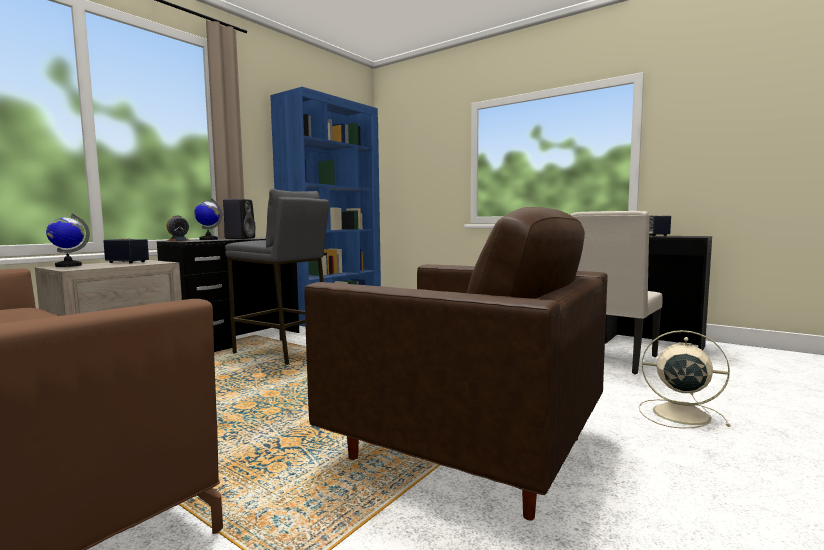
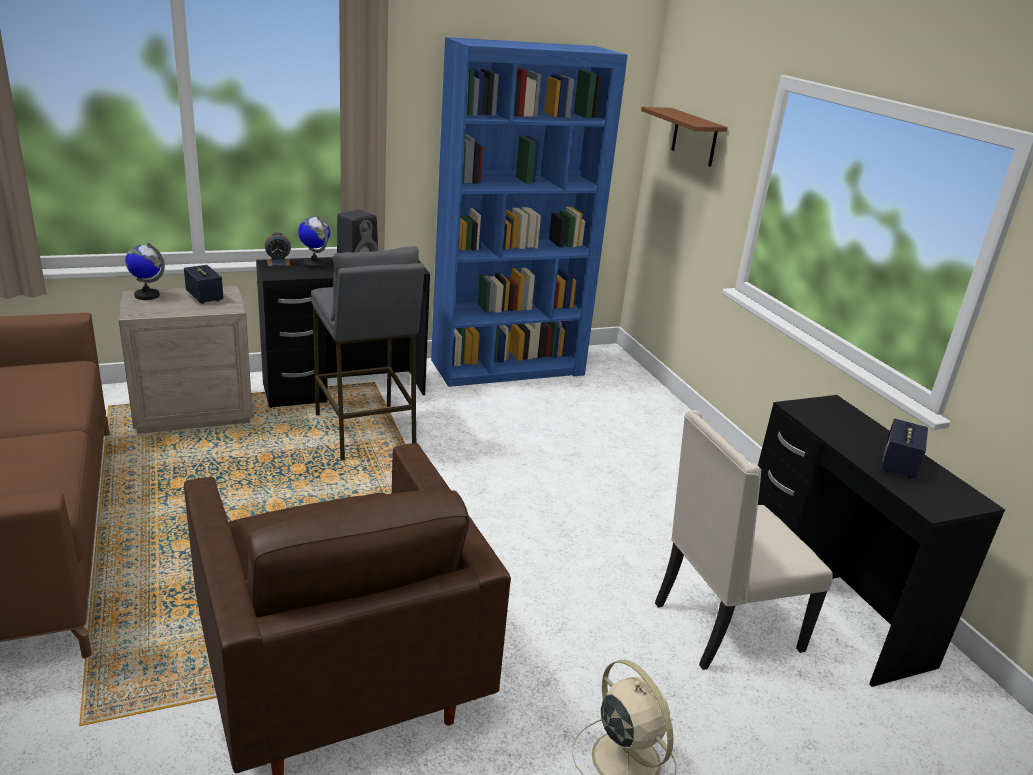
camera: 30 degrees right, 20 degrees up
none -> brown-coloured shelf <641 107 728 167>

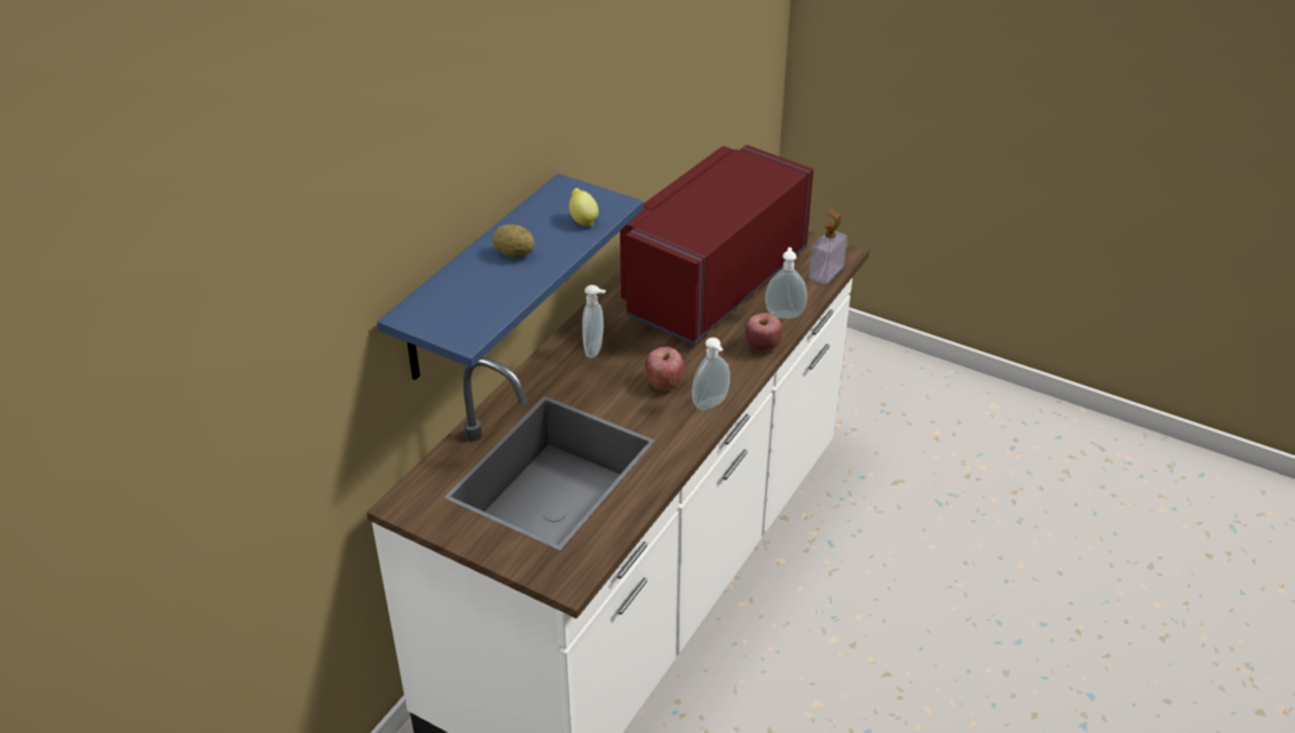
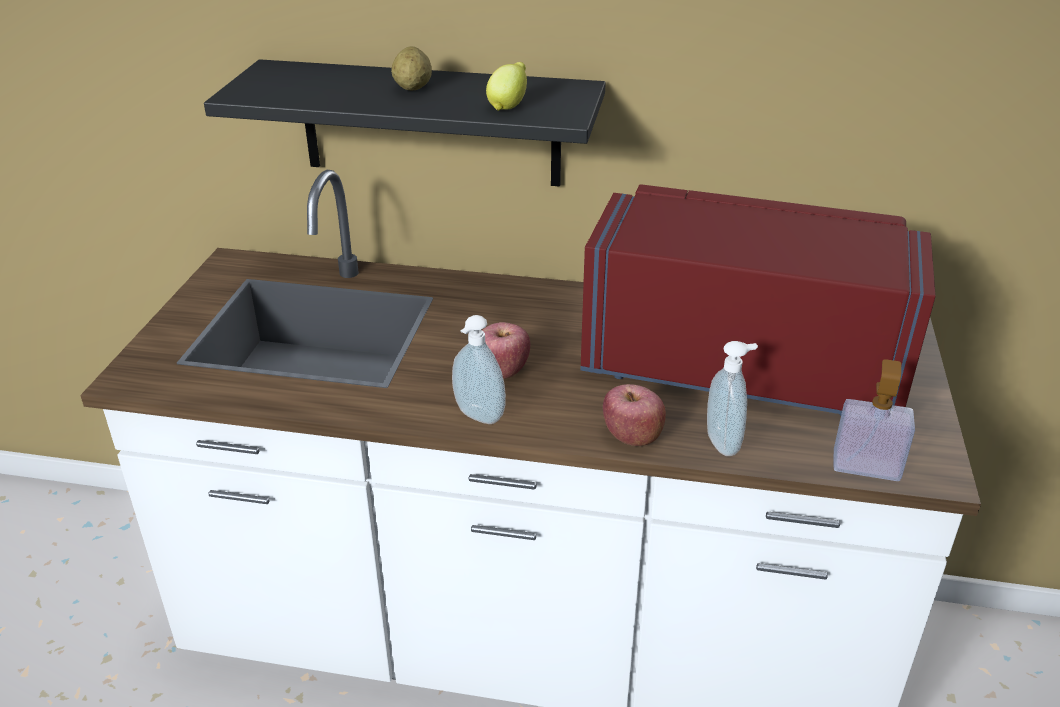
camera: 70 degrees right, 5 degrees down
bluish shelf <377 173 643 380> -> blackish shelf <204 59 605 187>
liquid soap bottle <582 285 606 358> -> none

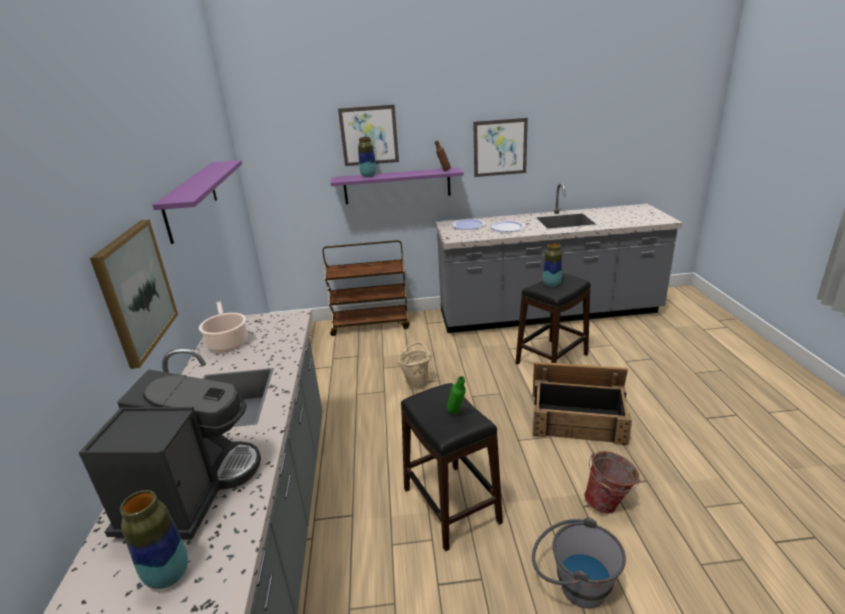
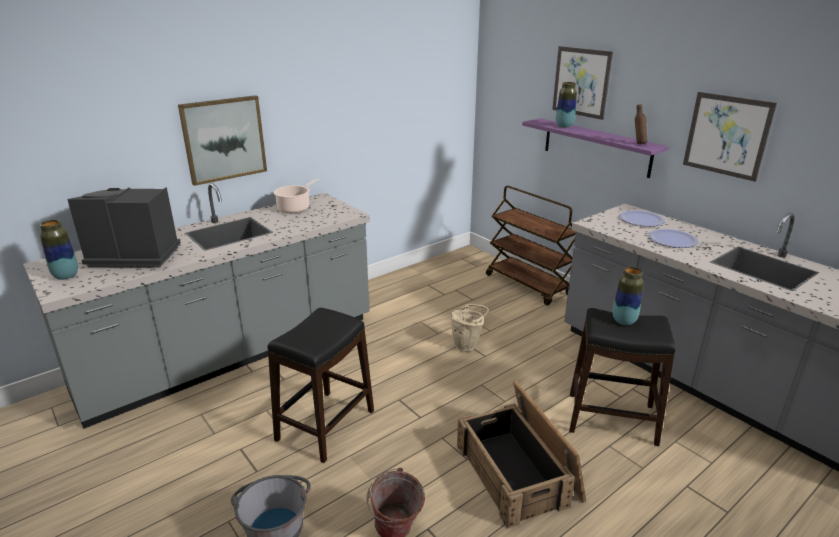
camera: 55 degrees right, 0 degrees up
coffee machine <79 369 261 539> -> coffee machine <67 187 181 268>, 150 degrees counterclockwise
purplish shelf <153 160 242 244> -> none
greenish drink bottle <447 376 466 414> -> none

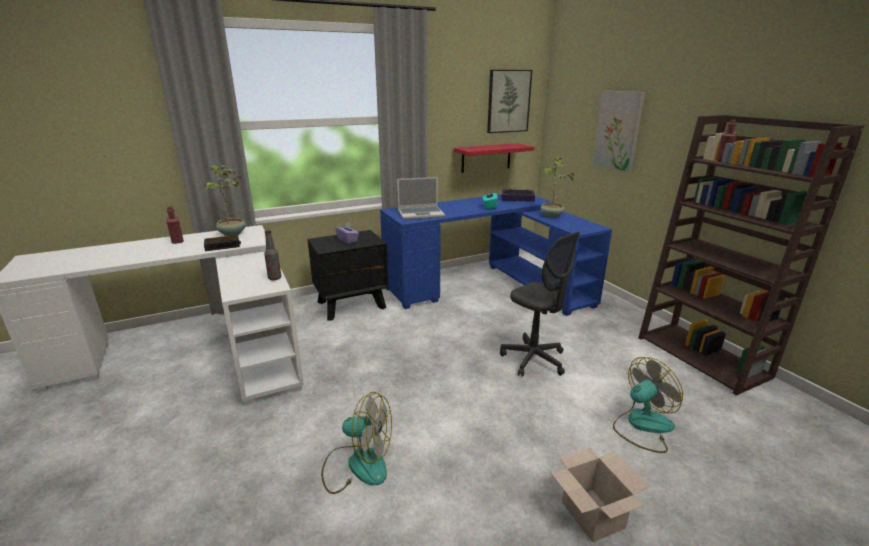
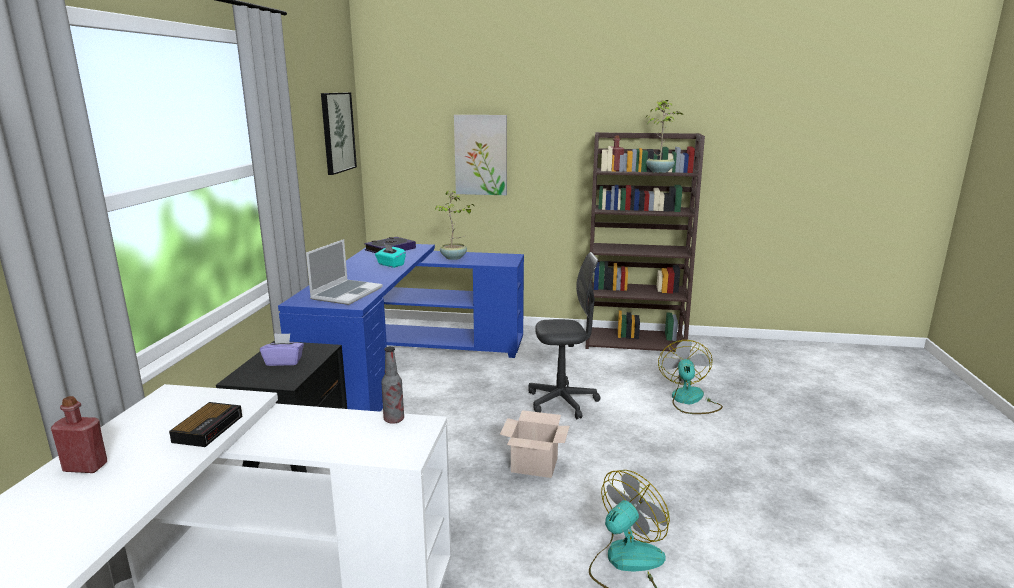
camera: 55 degrees left, 5 degrees down
carton <551 448 650 542> -> carton <500 410 570 478>, moved
plant in a pot <204 165 246 236> -> plant in a pot <646 100 683 173>, moved
reddish shelf <454 143 535 173> -> none

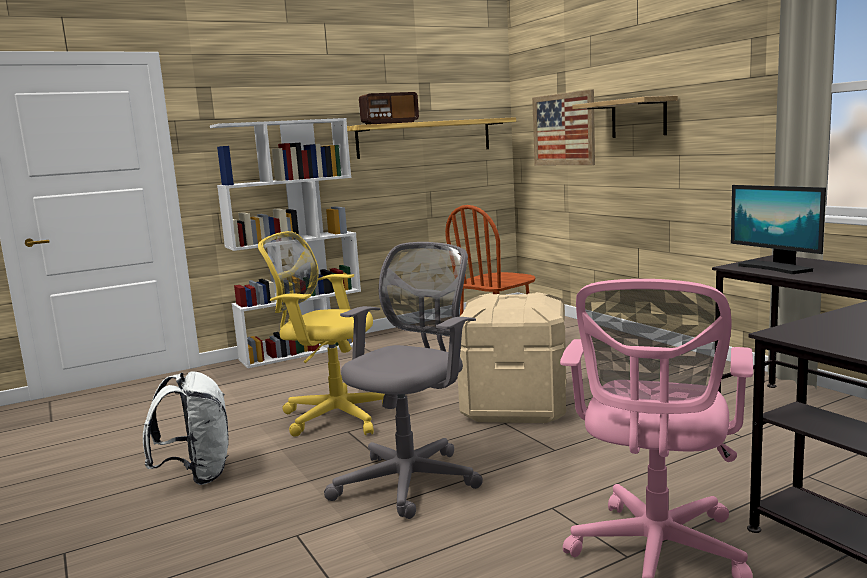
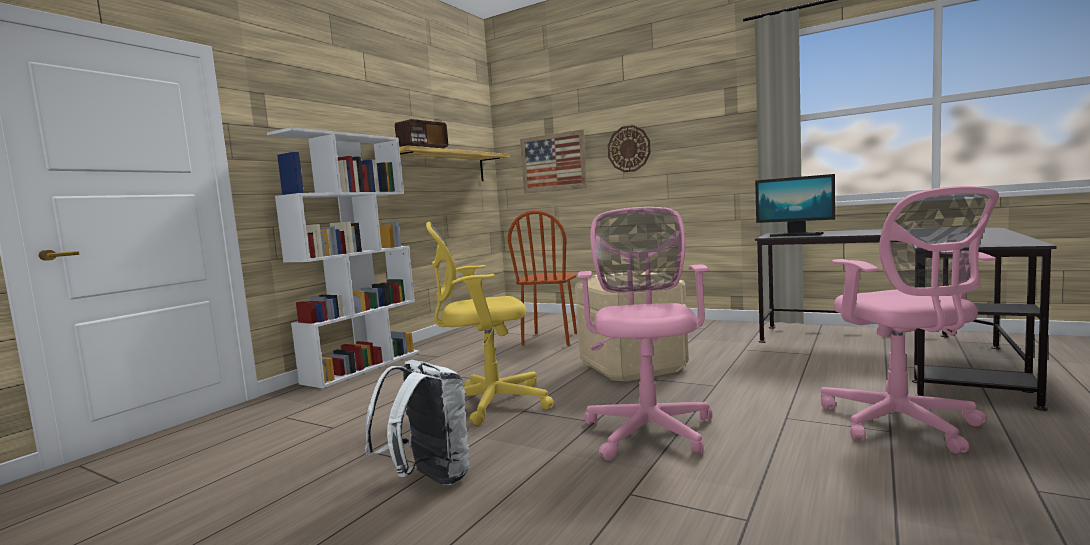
camera: 30 degrees left, 5 degrees down
gray office chair <324 242 483 519> -> pink office chair <577 207 712 461>
shelf <572 95 678 138> -> hanging clock <608 125 651 172>

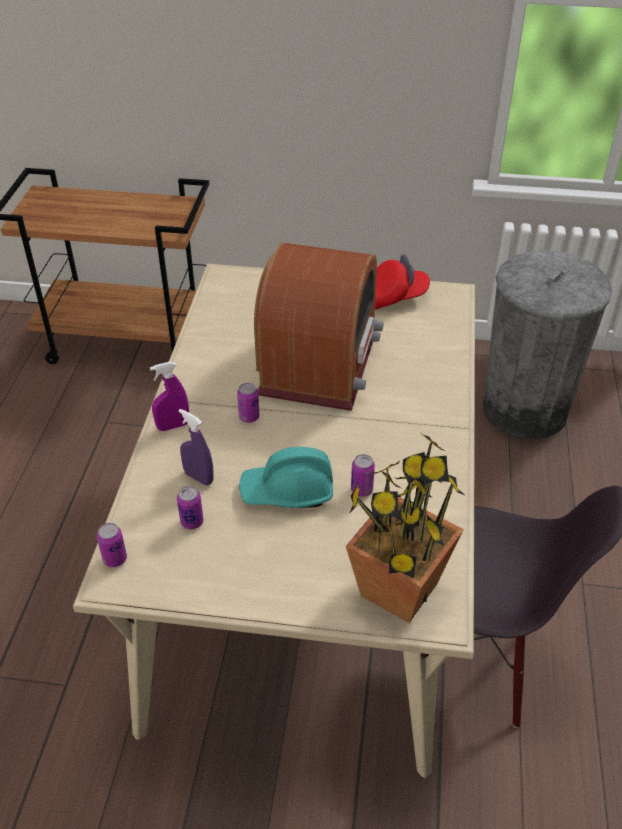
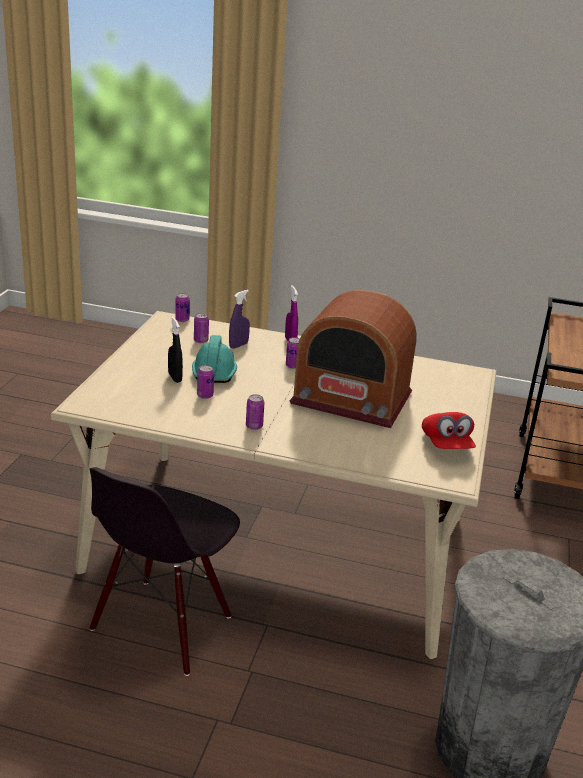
camera: 95 degrees right, 15 degrees down
none -> blackish spray bottle <168 317 183 383>
none -> sealed can <246 394 264 430>
plant in a pot <346 430 464 623> -> none

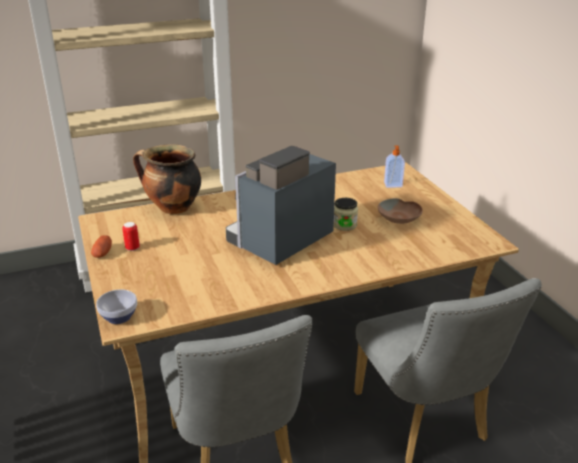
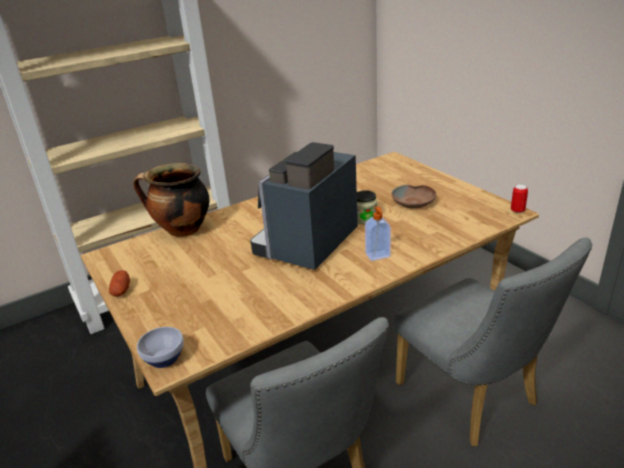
camera: 10 degrees left, 0 degrees up
liquid soap bottle <384 146 405 188> -> liquid soap bottle <365 207 391 261>, moved
sealed can <122 222 140 251> -> sealed can <511 185 528 213>, moved

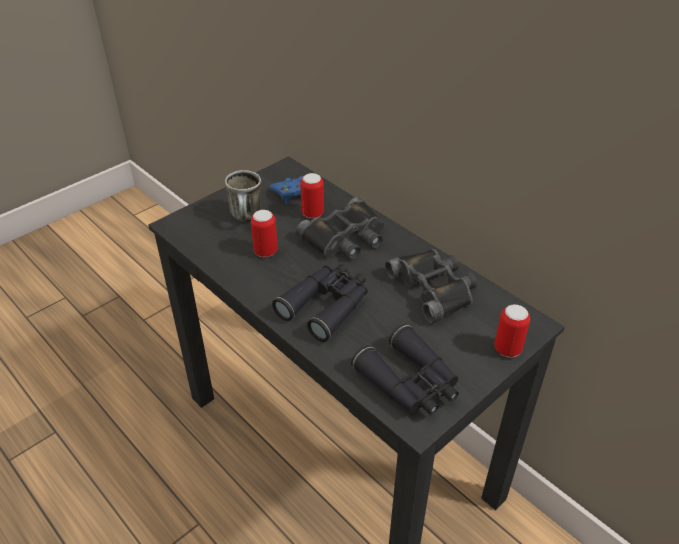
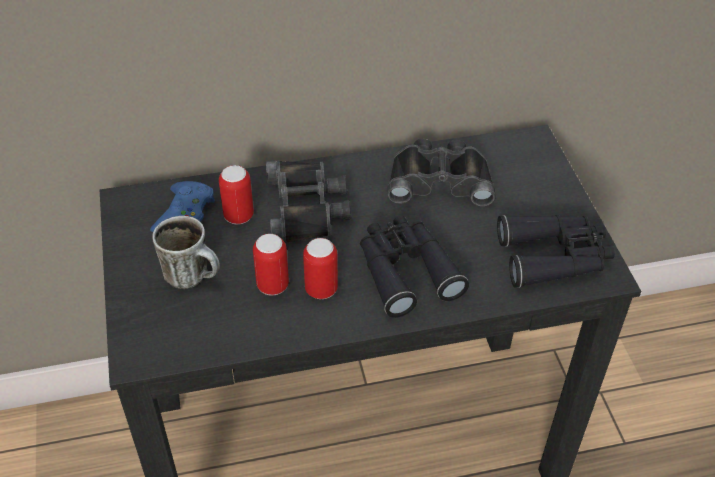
camera: 60 degrees left, 5 degrees up
sealed can <494 304 530 358> -> sealed can <303 238 338 299>, moved

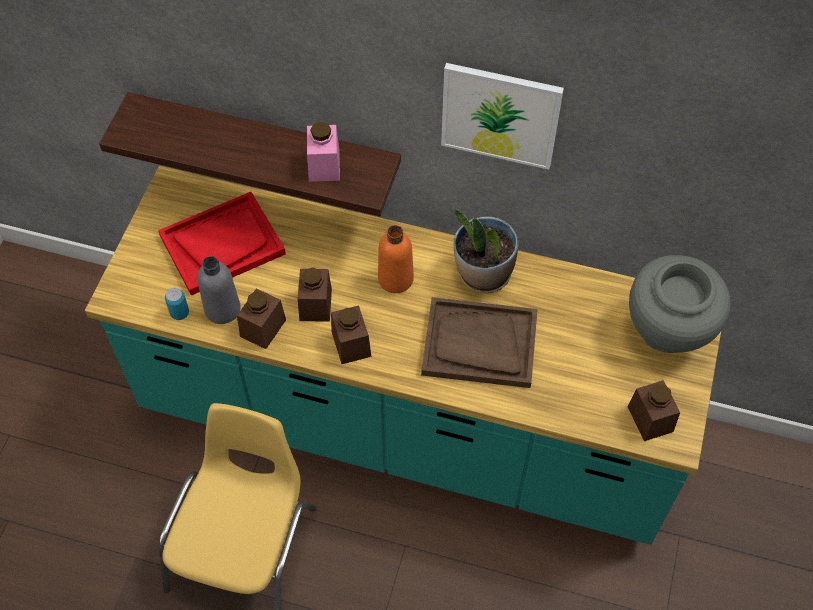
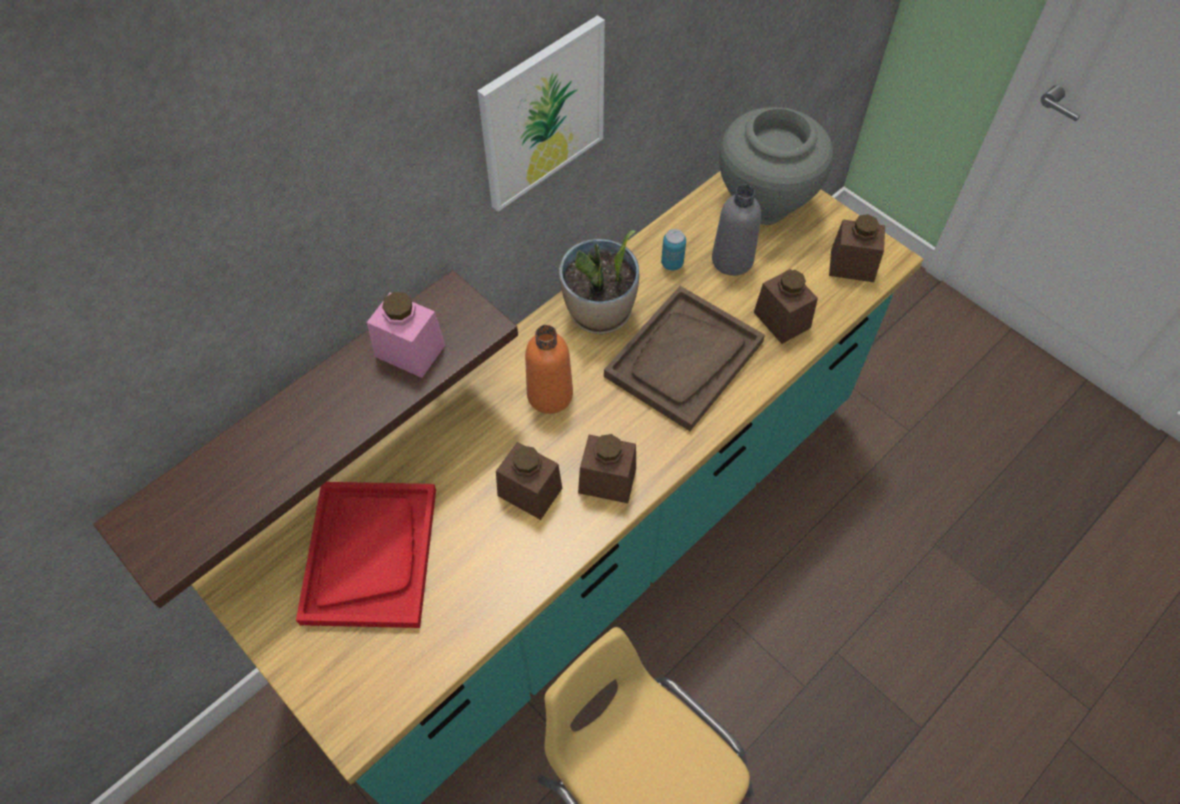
camera: 60 degrees left, 0 degrees up
sealed can <165 288 189 320> -> sealed can <661 229 686 271>, moved
gray drink bottle <197 256 240 324> -> gray drink bottle <712 184 761 276>, moved
brown-coloured storage jar <237 288 286 349> -> brown-coloured storage jar <754 269 818 344>, moved

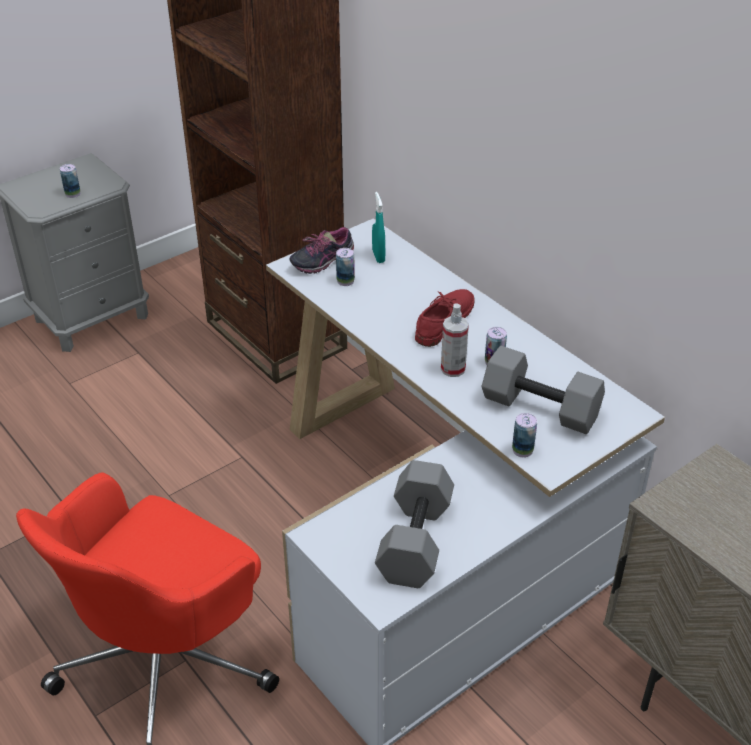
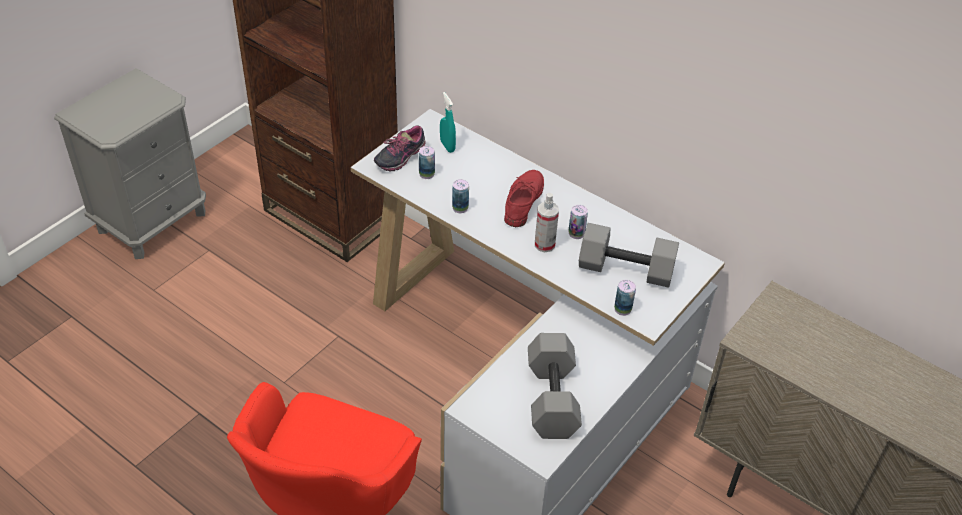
camera: 15 degrees left, 5 degrees up
sealed can <60 164 80 198> -> sealed can <452 179 469 213>, moved

